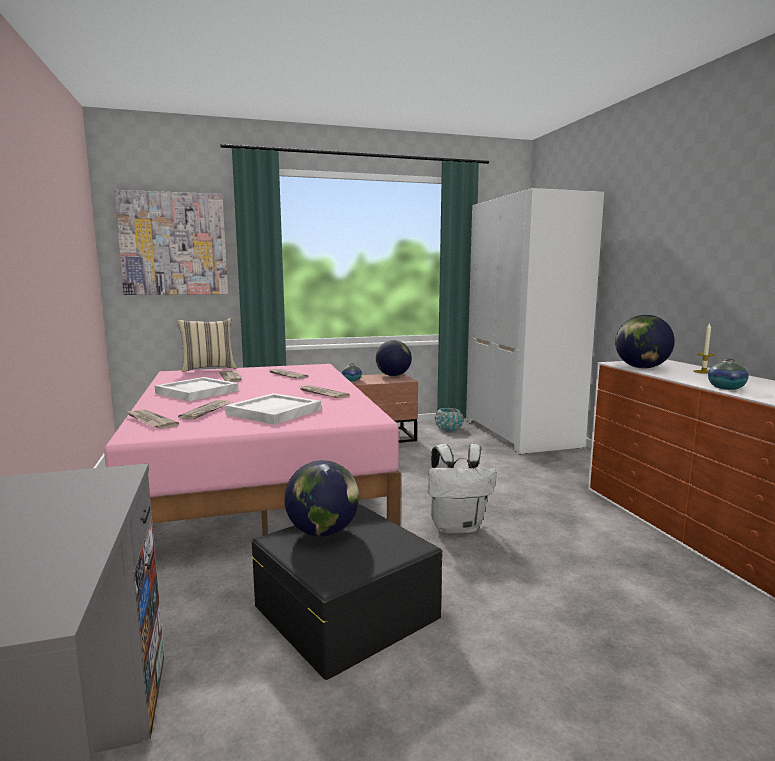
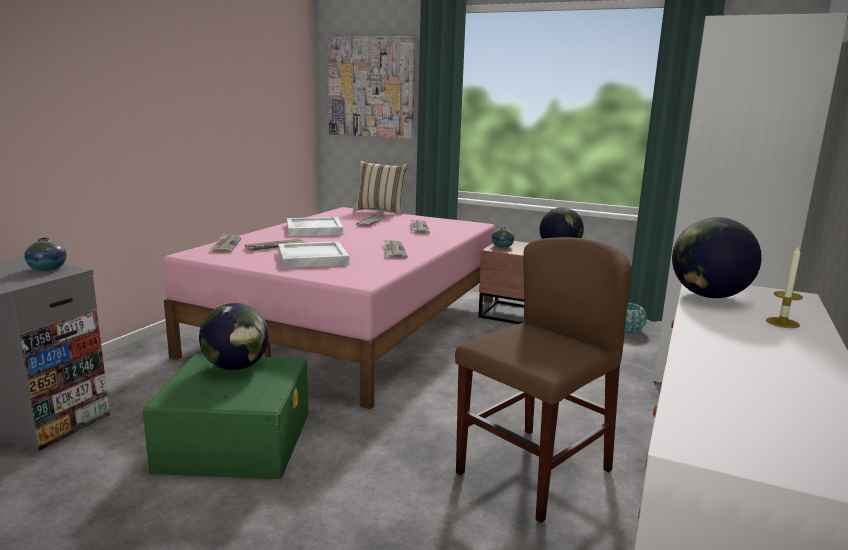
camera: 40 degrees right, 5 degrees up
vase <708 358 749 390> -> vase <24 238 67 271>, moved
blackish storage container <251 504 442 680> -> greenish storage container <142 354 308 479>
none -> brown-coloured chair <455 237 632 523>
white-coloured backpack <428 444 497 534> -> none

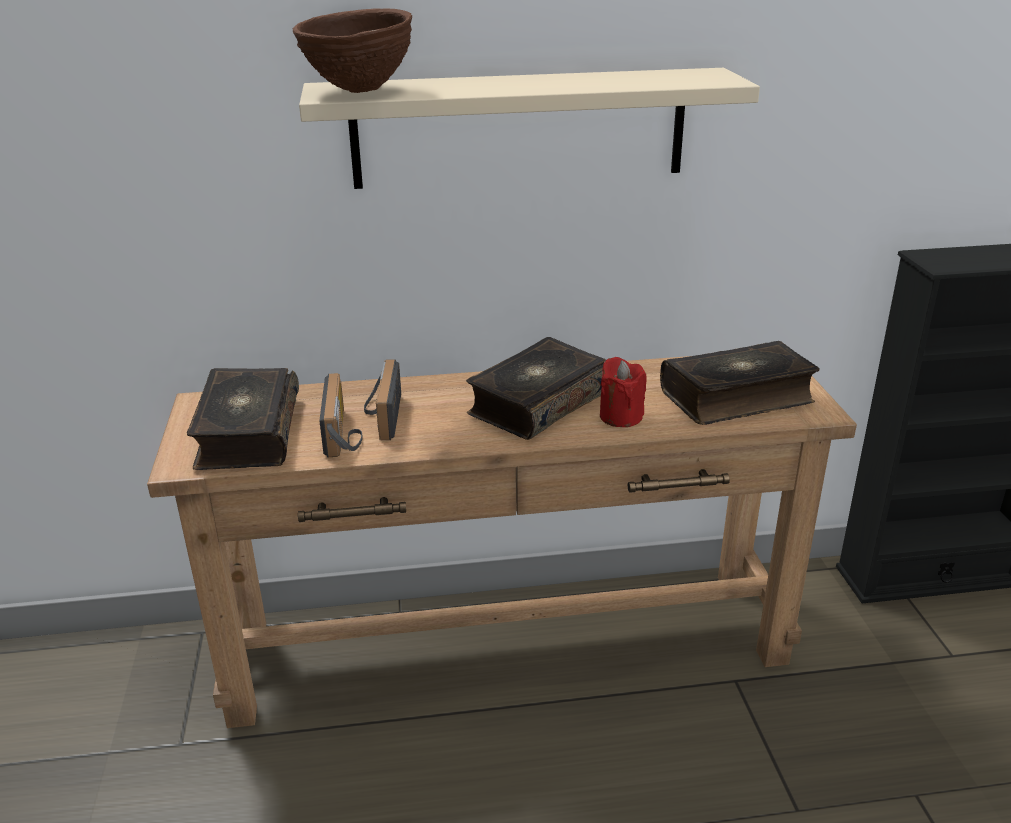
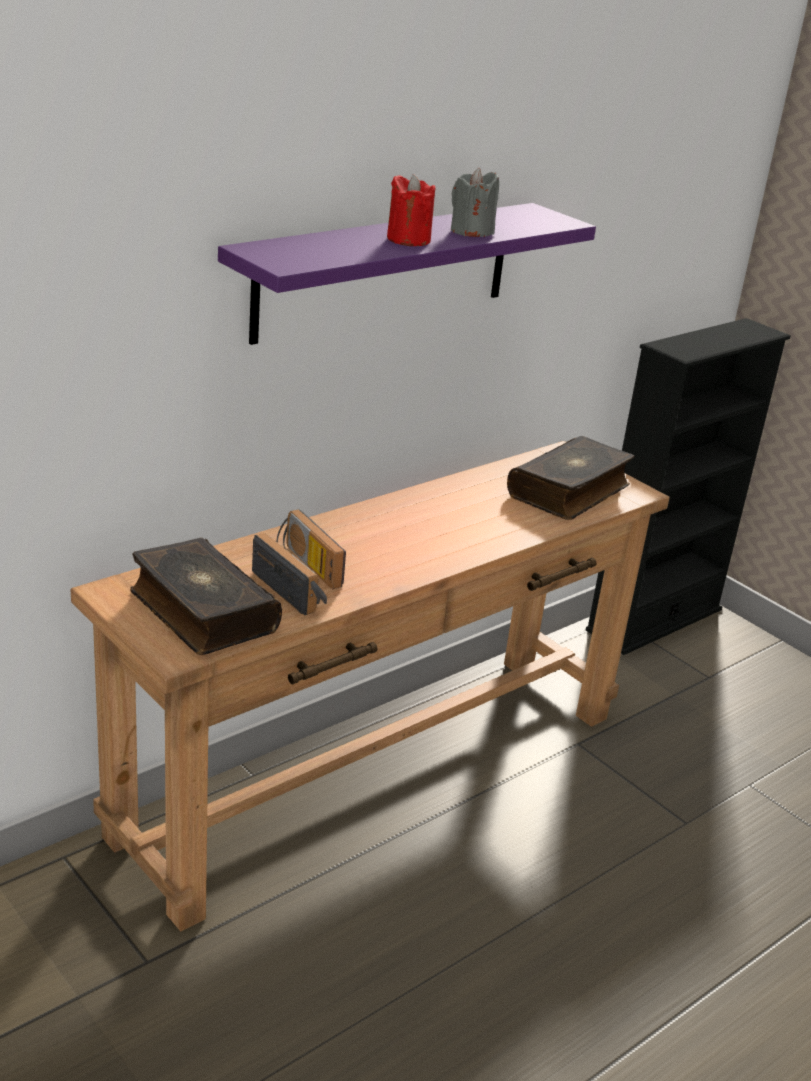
camera: 35 degrees left, 0 degrees up
beige-coloured shelf <299 68 760 189> -> purplish shelf <218 203 596 345>
reddish wax light <600 357 646 427> -> reddish wax light <387 174 436 246>, moved
none -> gray wax light <451 167 499 237>
brown-coloured serving bowl <293 8 412 93> -> none
book <466 337 606 440> -> none

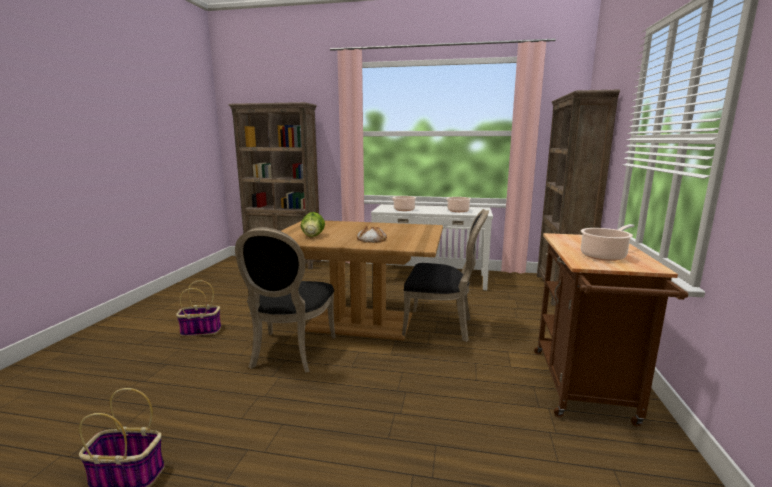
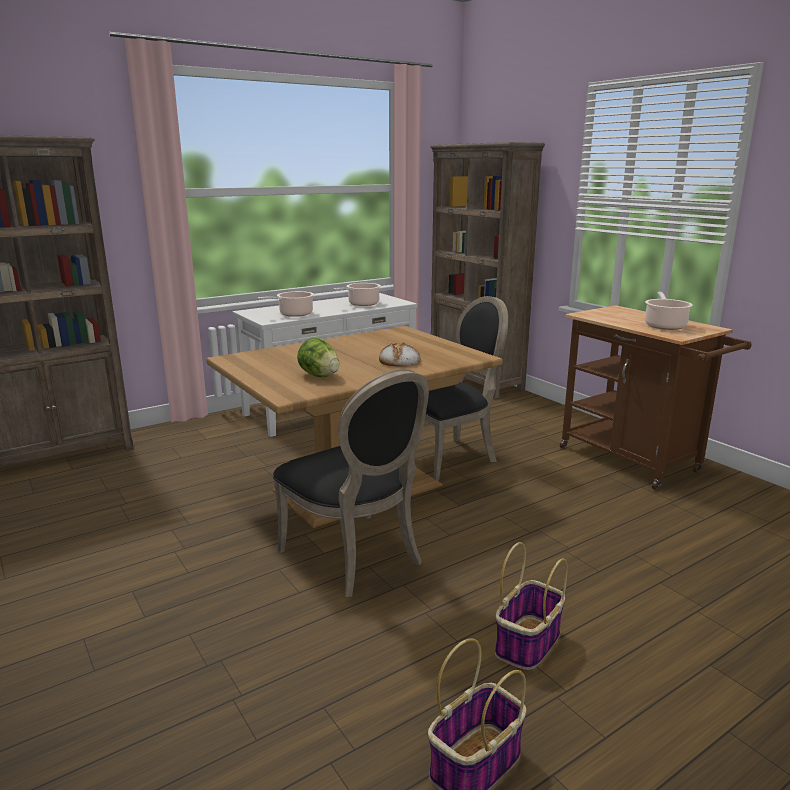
camera: 45 degrees left, 5 degrees up
storage basket <176 280 221 336> -> storage basket <495 542 568 670>, moved

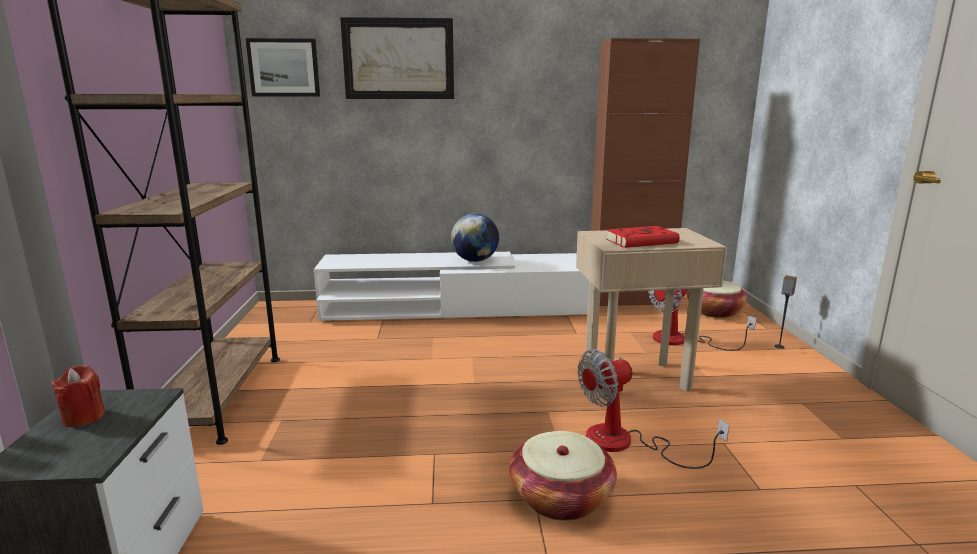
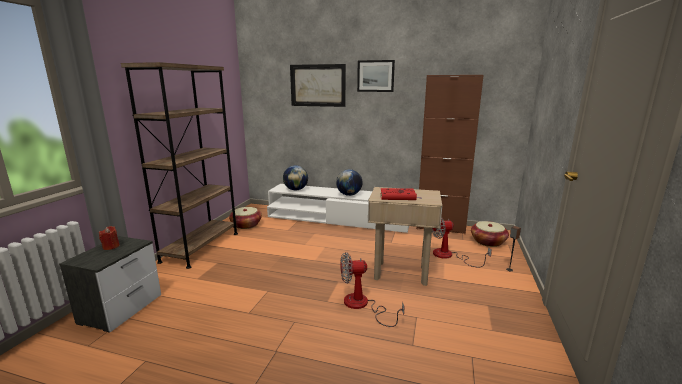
camera: 20 degrees right, 0 degrees up
storage basket <509 431 617 521> -> storage basket <229 207 262 229>, moved
none -> globe <283 165 308 190>
picture <245 38 320 96> -> picture <357 60 395 92>, moved

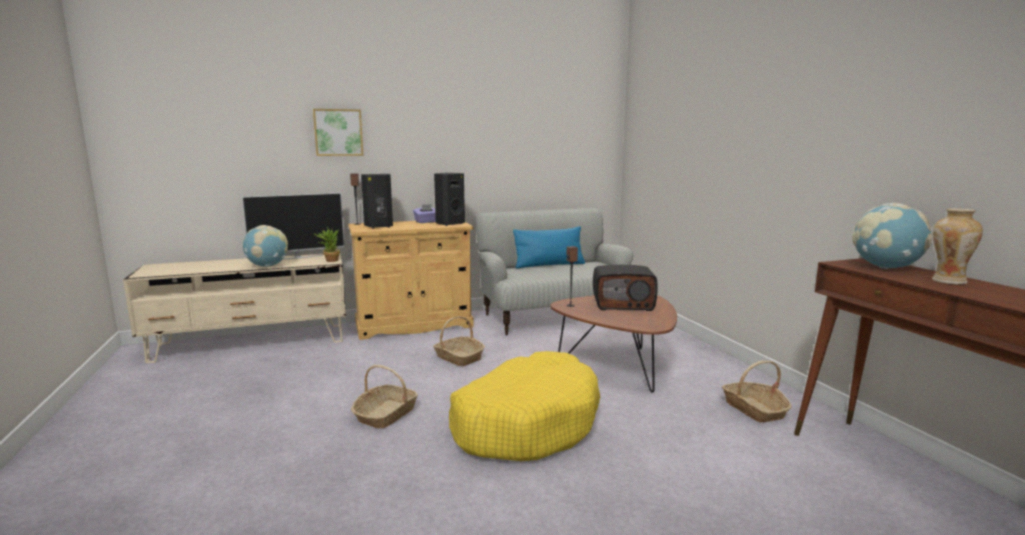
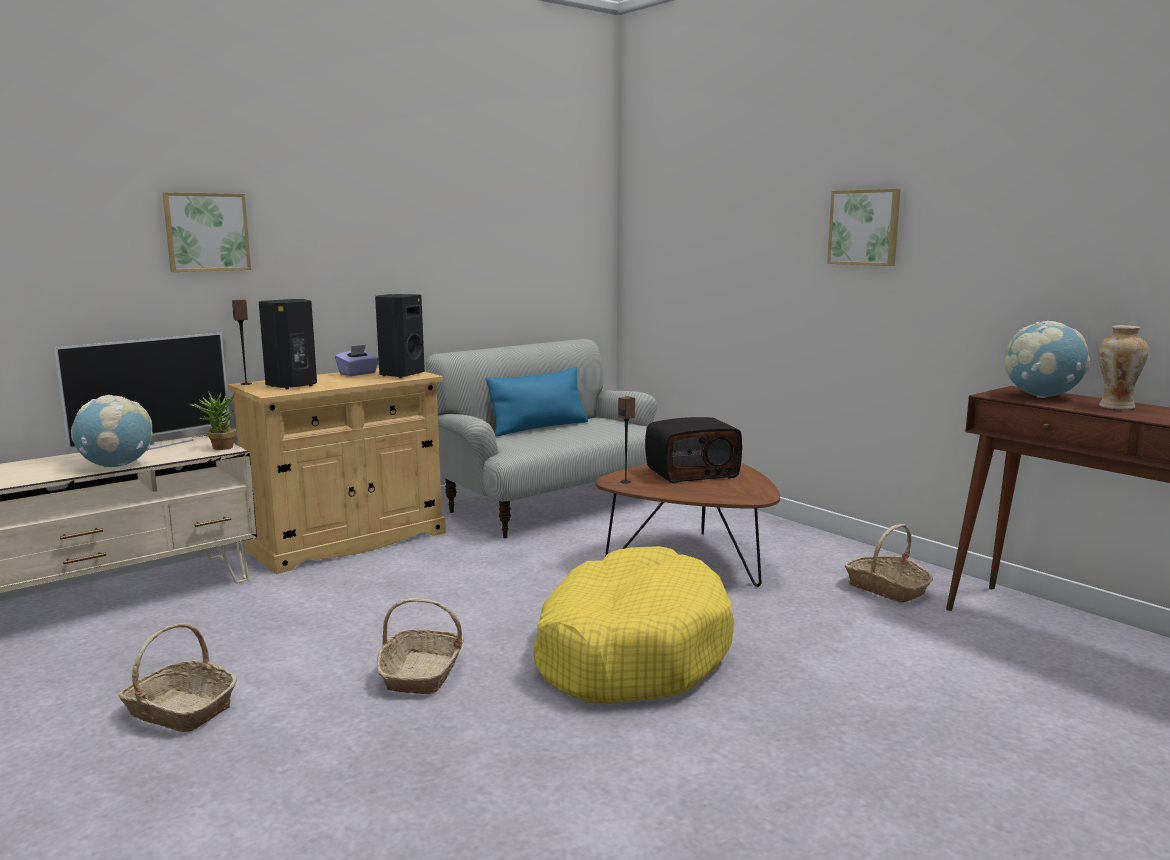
camera: 20 degrees left, 0 degrees up
storage basket <433 316 485 366> -> storage basket <118 623 237 732>, moved
none -> picture <827 189 901 266>

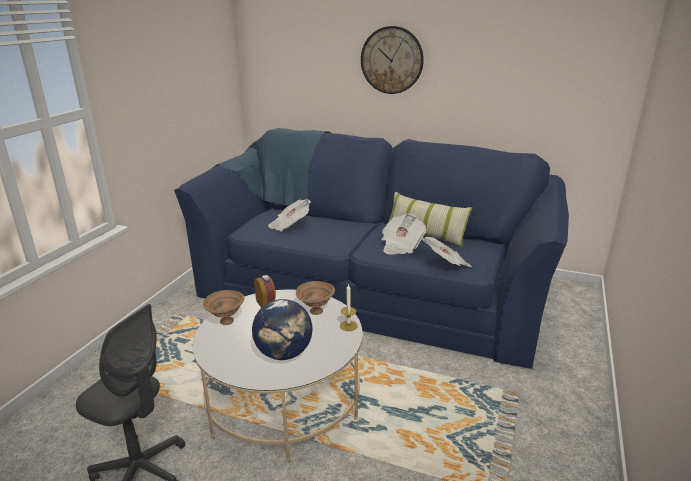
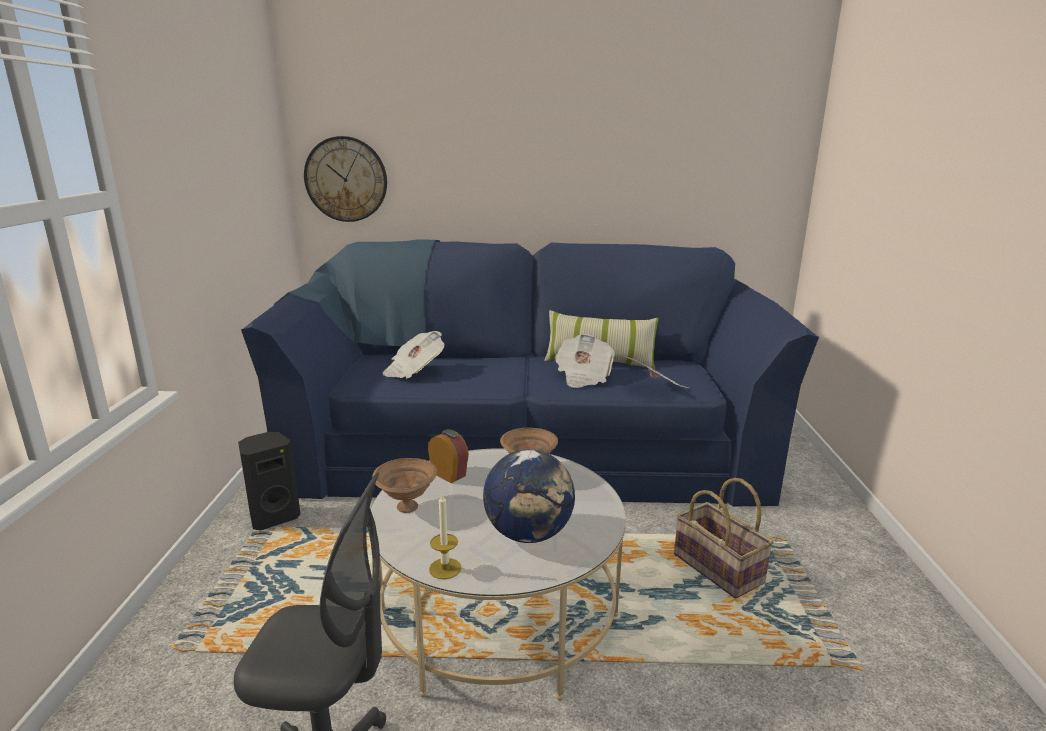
camera: 20 degrees left, 5 degrees down
none -> blackish loudspeaker <238 432 300 531>
hanging clock <361 26 424 94> -> hanging clock <304 136 387 222>, moved
wax light <340 284 358 331> -> wax light <429 494 462 579>, moved
none -> storage basket <674 478 774 598>

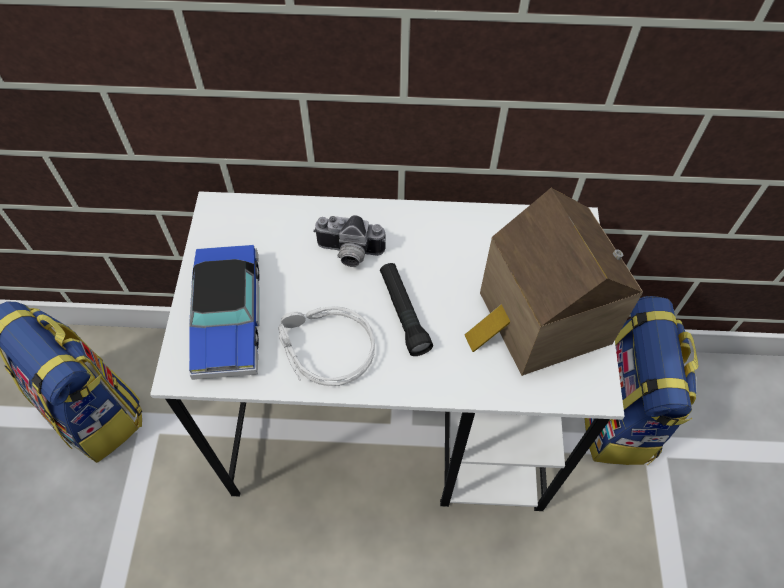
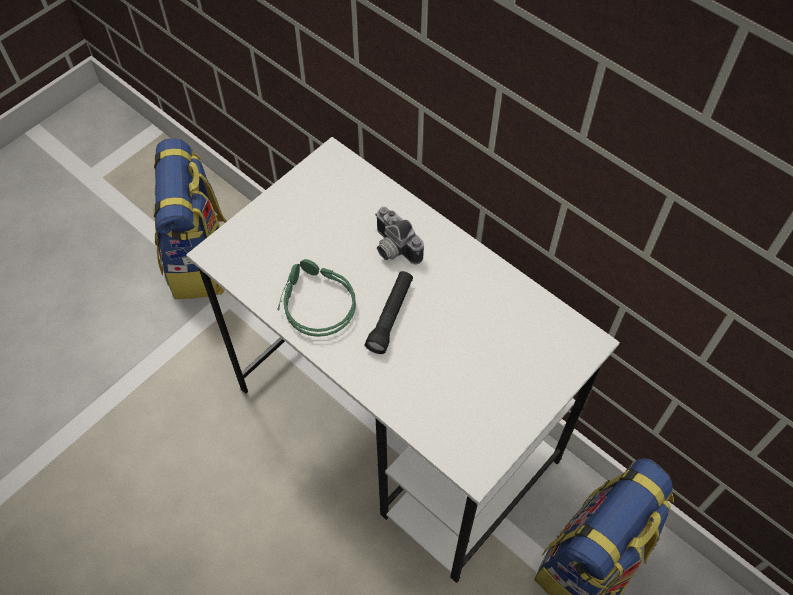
camera: 40 degrees right, 0 degrees up
gray headphones <278 306 375 386> -> greenish headphones <278 259 356 337>
model car <189 245 259 380> -> none
model house <464 188 643 376> -> none

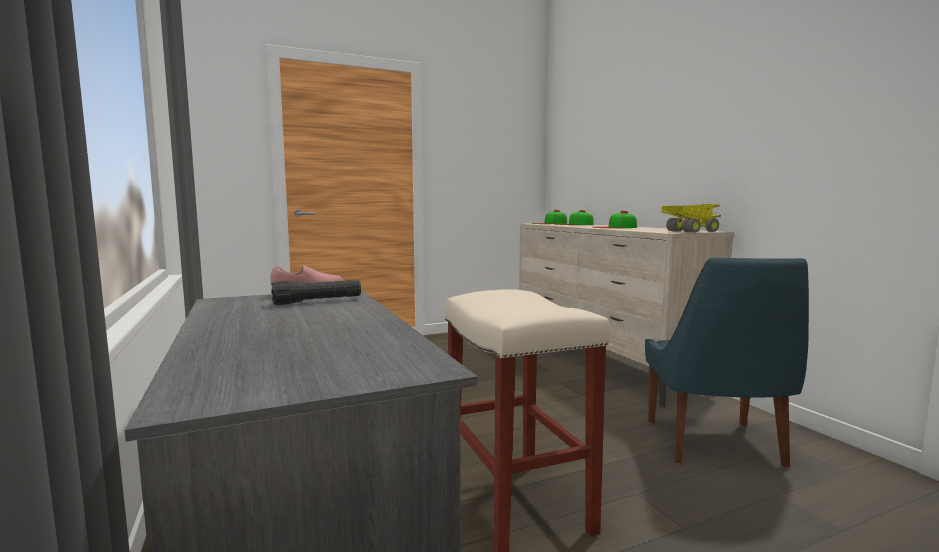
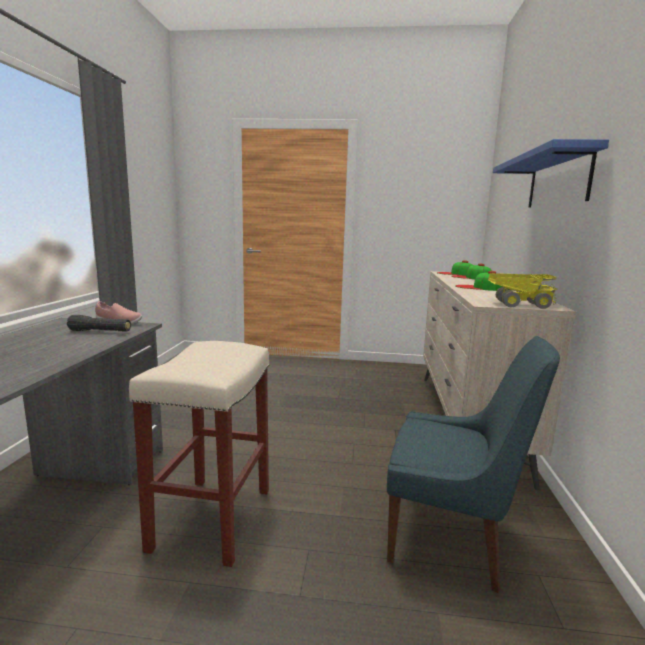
camera: 30 degrees right, 5 degrees up
bluish chair <645 258 809 468> -> bluish chair <387 336 560 593>, 105 degrees counterclockwise
none -> bluish shelf <493 139 609 207>

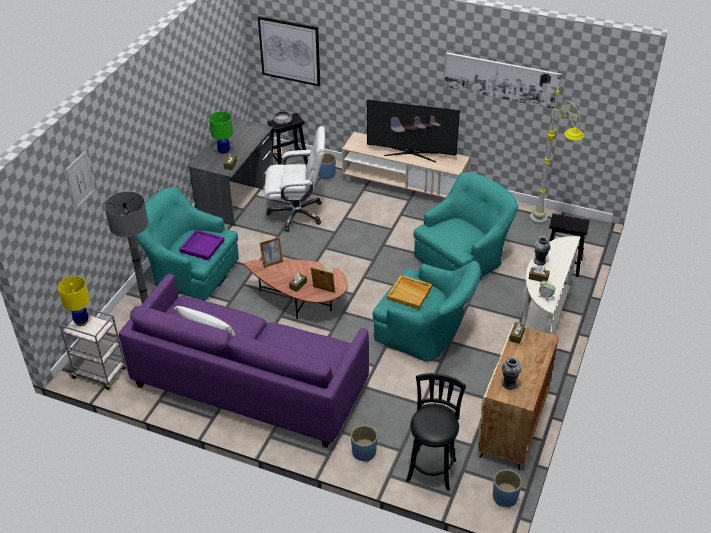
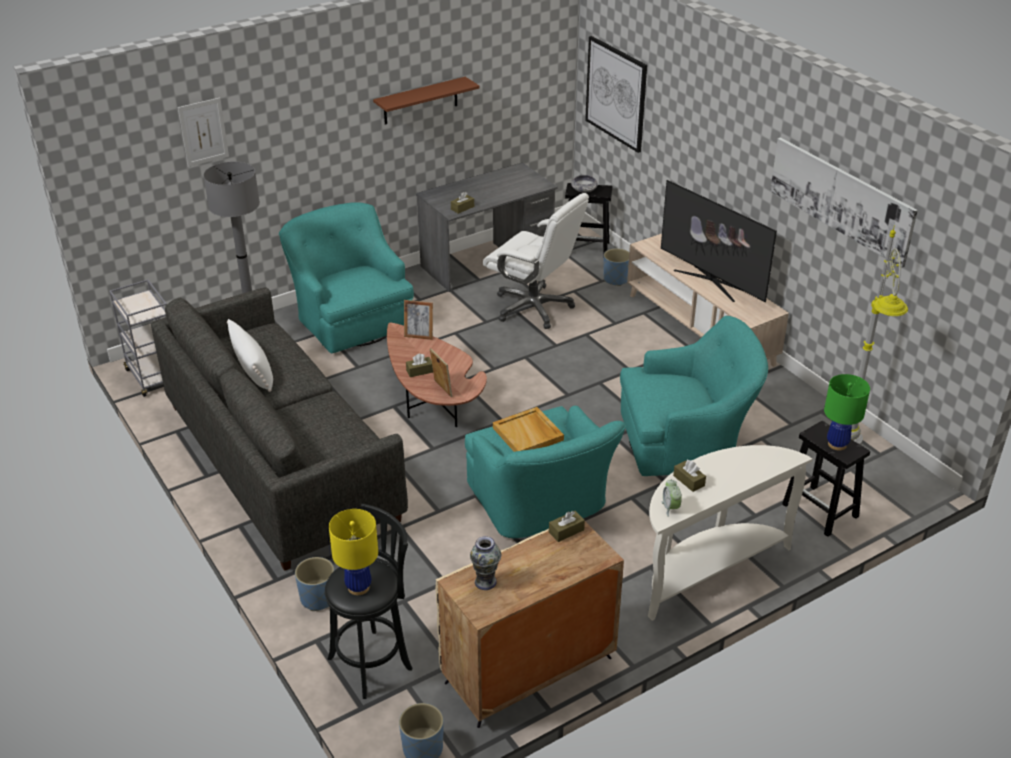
camera: 35 degrees right, 5 degrees down
purplish settee <119 274 369 448> -> gray settee <151 287 408 571>
yellow table lamp <58 276 90 326> -> yellow table lamp <329 509 378 595>, moved
none -> brown-coloured shelf <373 77 480 125>
greenish table lamp <209 112 233 156> -> greenish table lamp <824 374 870 450>, moved
purplish serving tray <179 230 225 260> -> none
vase <534 236 551 266> -> none

